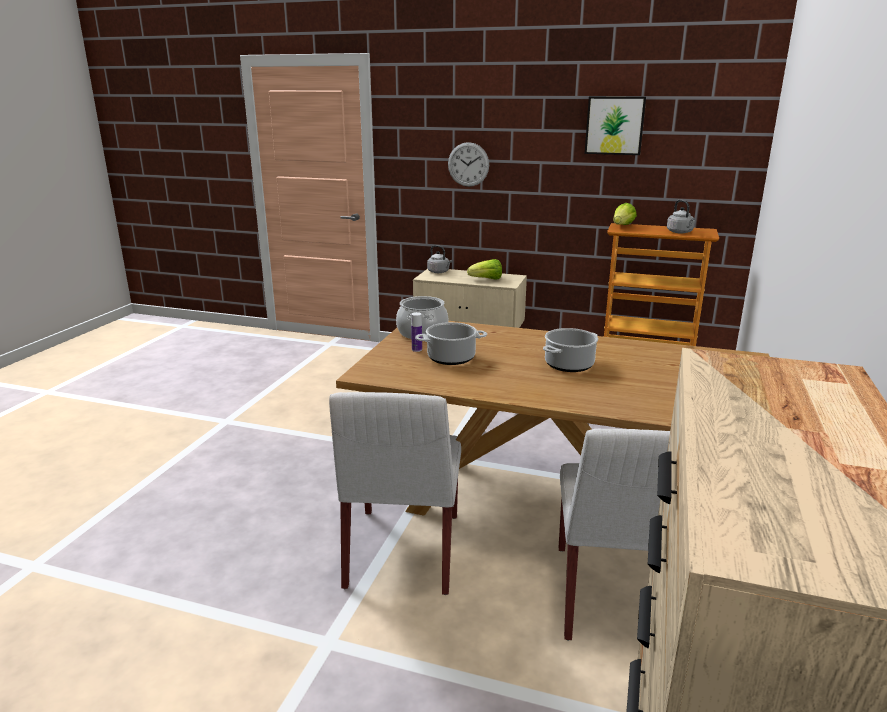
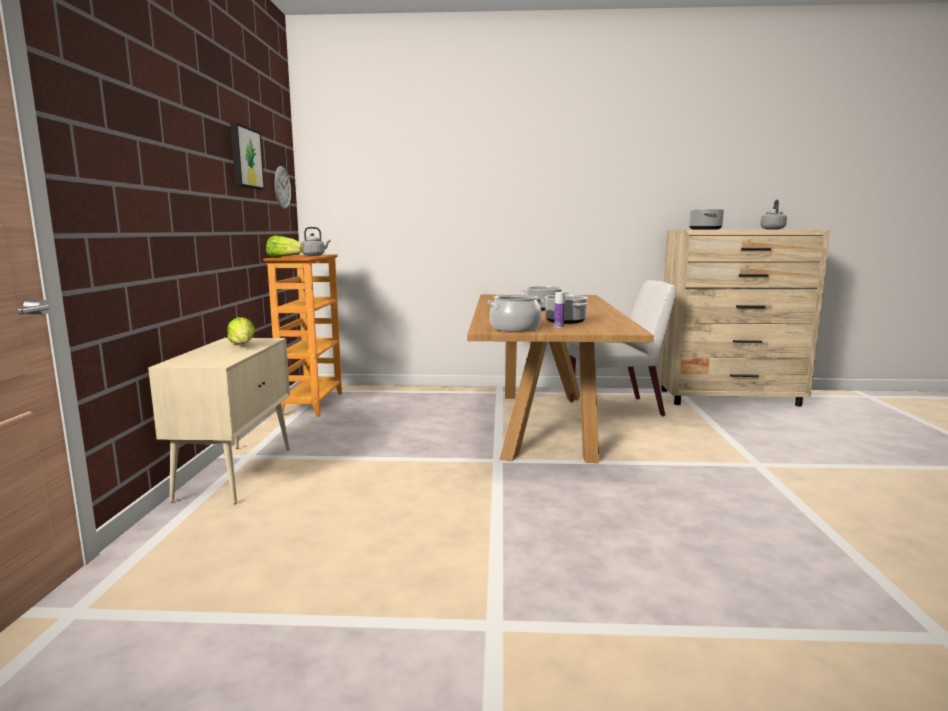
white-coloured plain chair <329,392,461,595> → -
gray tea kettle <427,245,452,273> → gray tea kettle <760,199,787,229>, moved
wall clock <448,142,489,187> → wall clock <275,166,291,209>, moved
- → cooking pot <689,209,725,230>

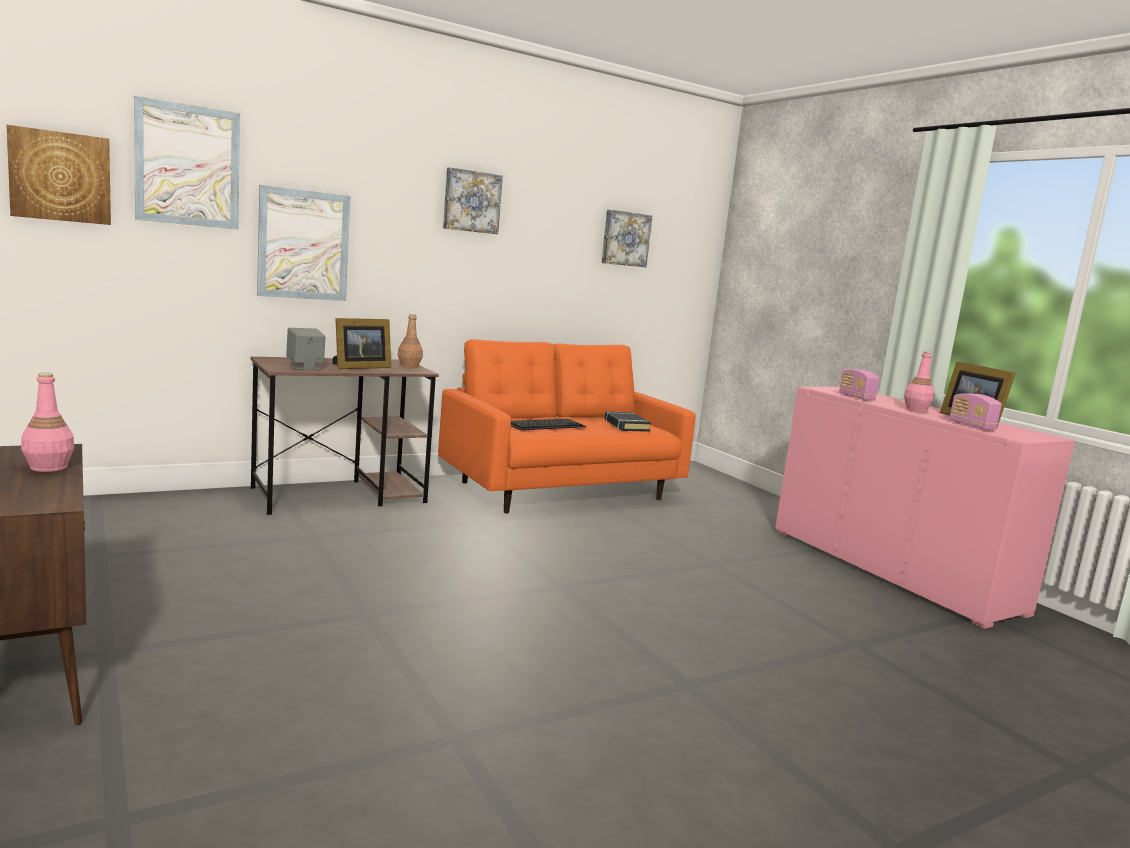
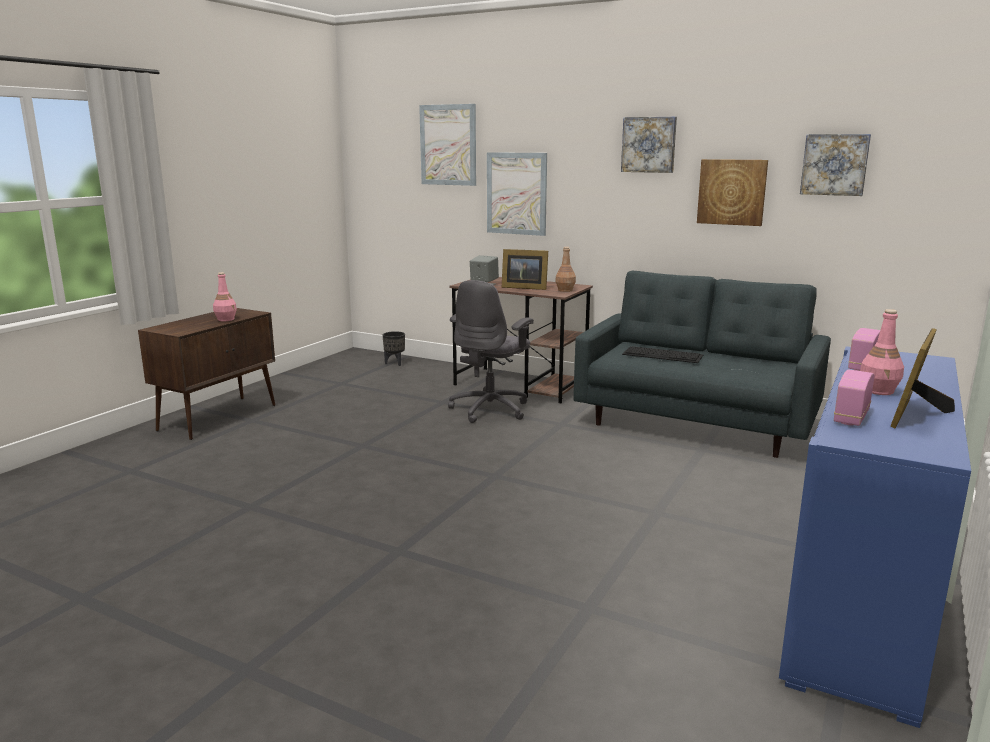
wall picture <7,125,111,225> → wall picture <697,159,768,226>, moved
orange couch <438,339,696,513> → gray couch <574,271,831,458>
blackish bound book <605,411,651,432> → -
pink storage cabinet <775,387,1075,629> → bluish storage cabinet <779,346,971,728>
- → blackish plant pot <383,331,405,366>
- → gray computer chair <448,280,534,423>

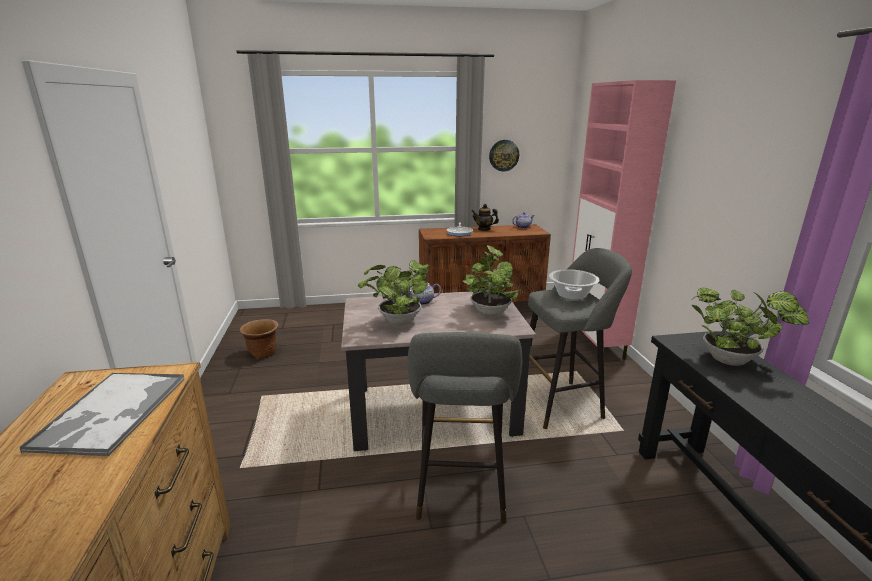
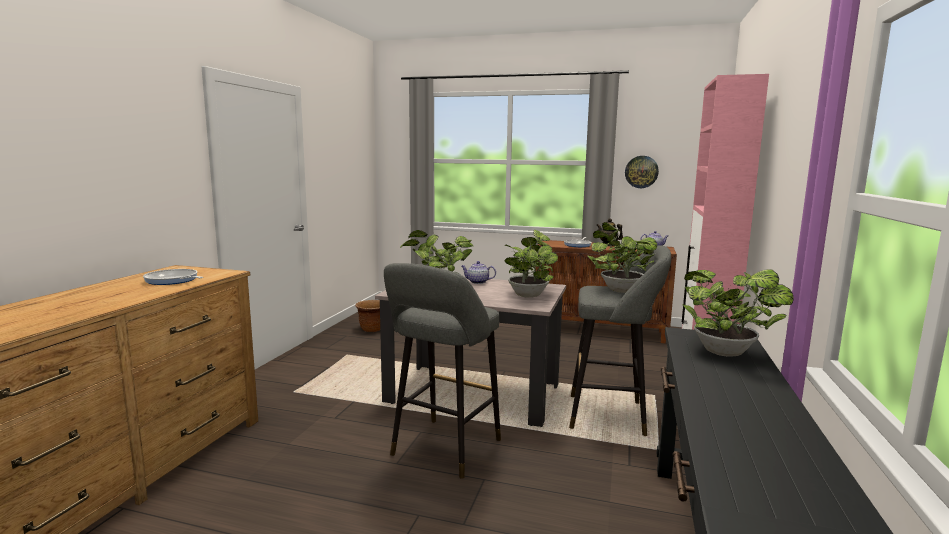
tray <19,373,185,456> → skillet <143,269,203,285>
cooking pot <549,269,599,300> → houseplant <587,222,657,293>

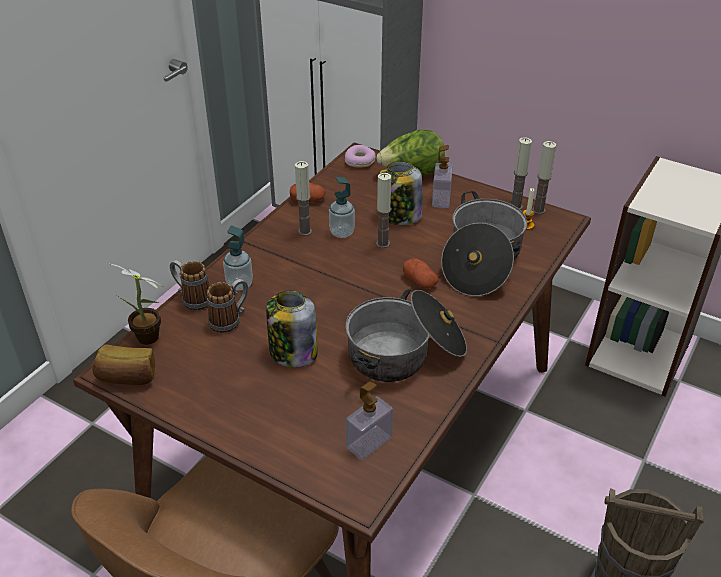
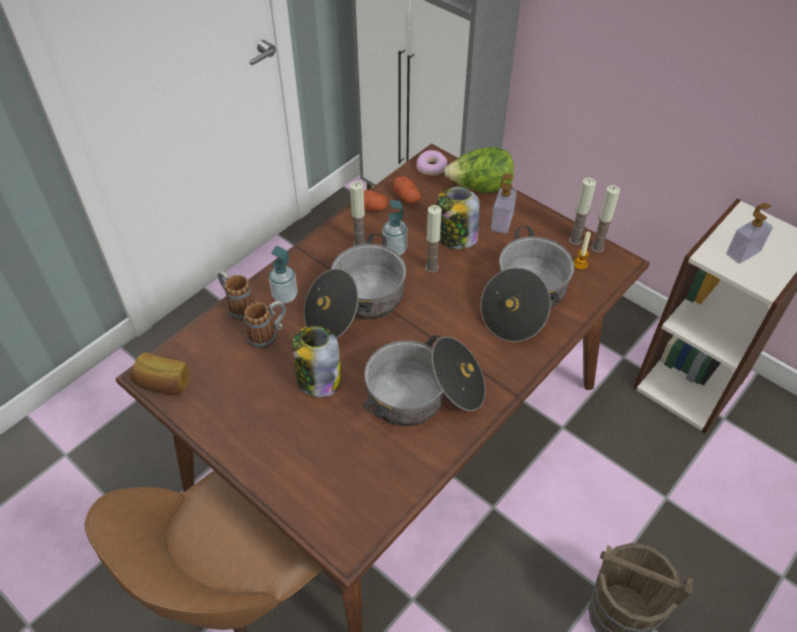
houseplant <107,263,162,345> → -
liquid soap bottle <346,382,393,460> → liquid soap bottle <726,203,773,264>, moved
spud <403,258,438,288> → spud <393,176,420,204>, moved
- → cooking pot <304,233,406,338>

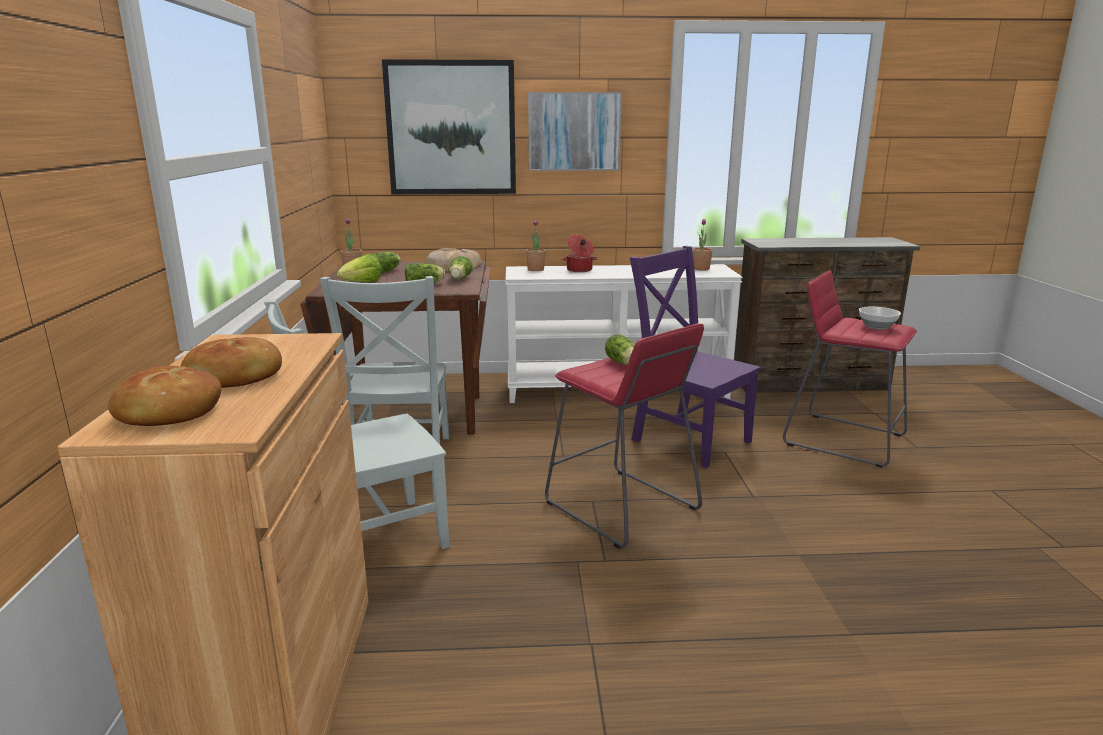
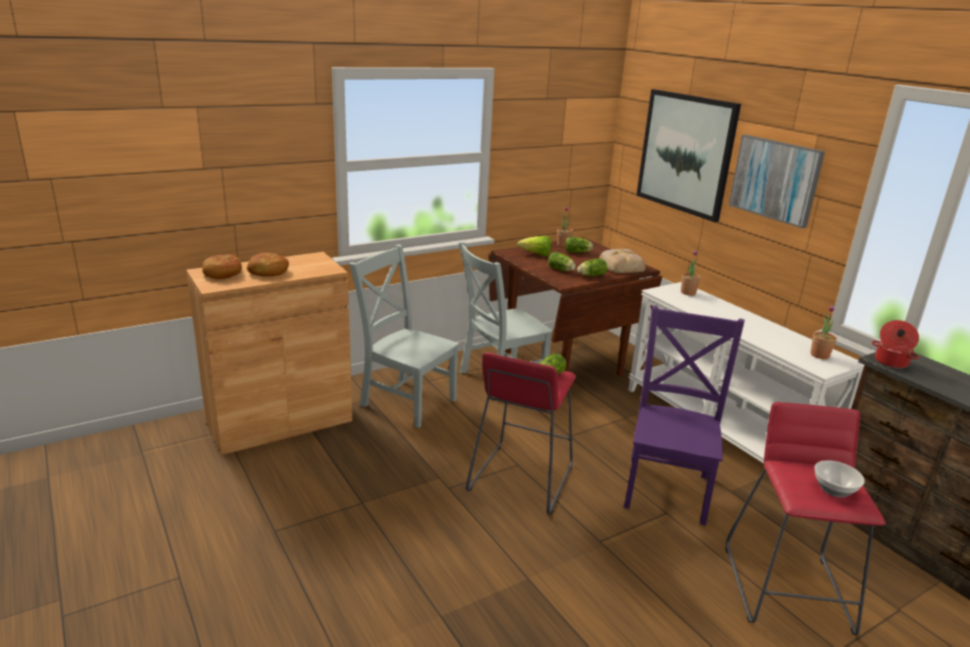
cooking pot <562,234,598,272> → cooking pot <872,320,919,369>, moved

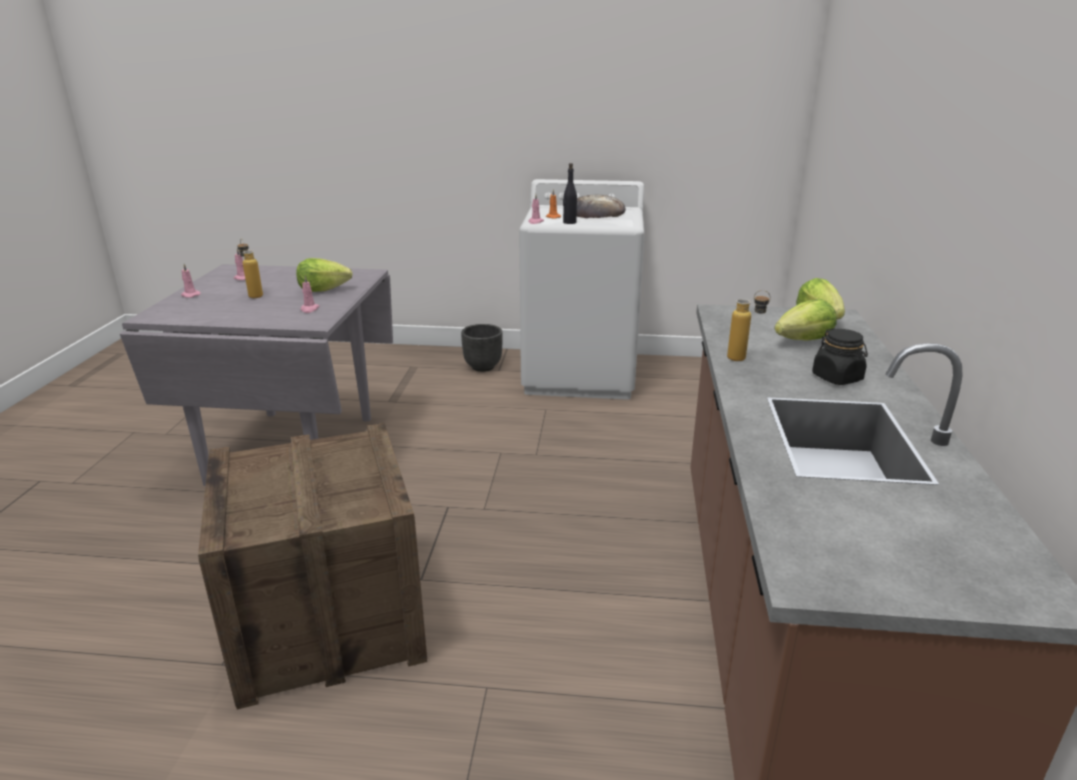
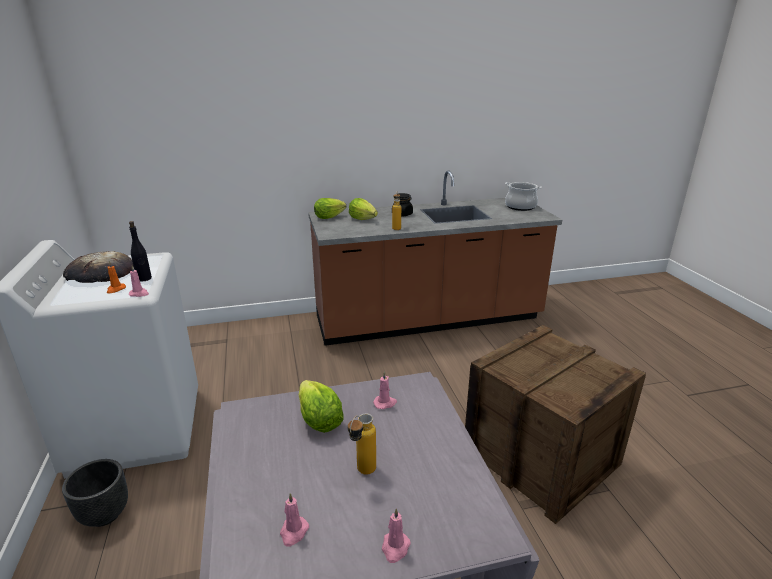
- → cooking pot <505,182,542,211>

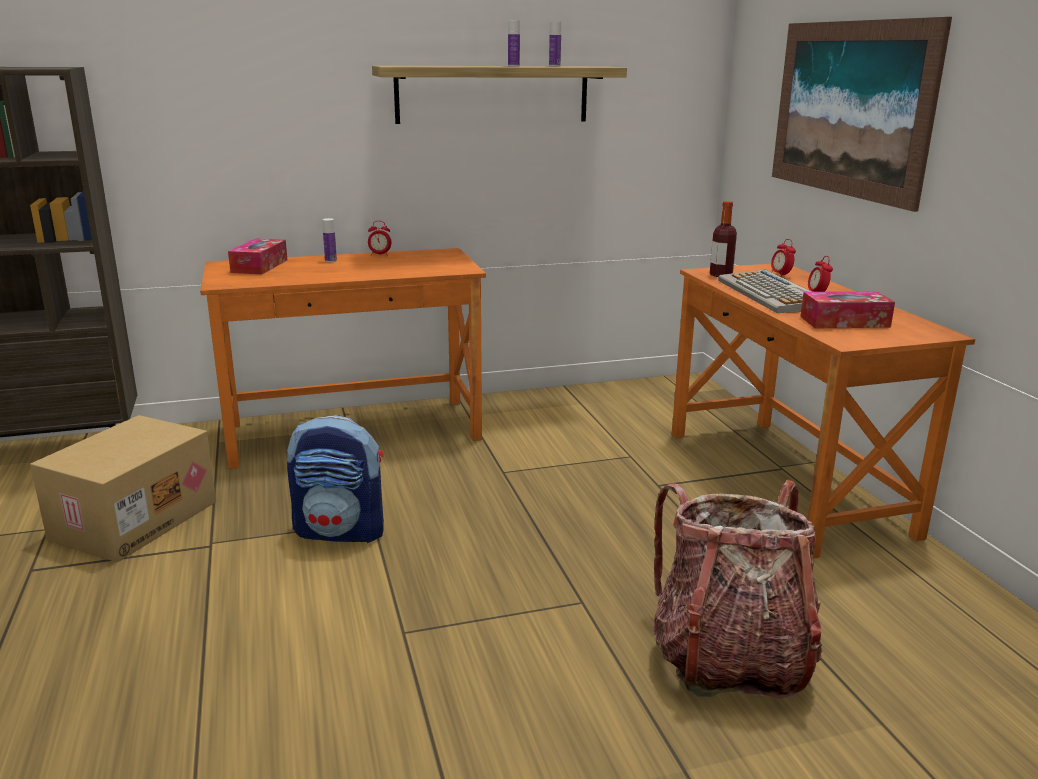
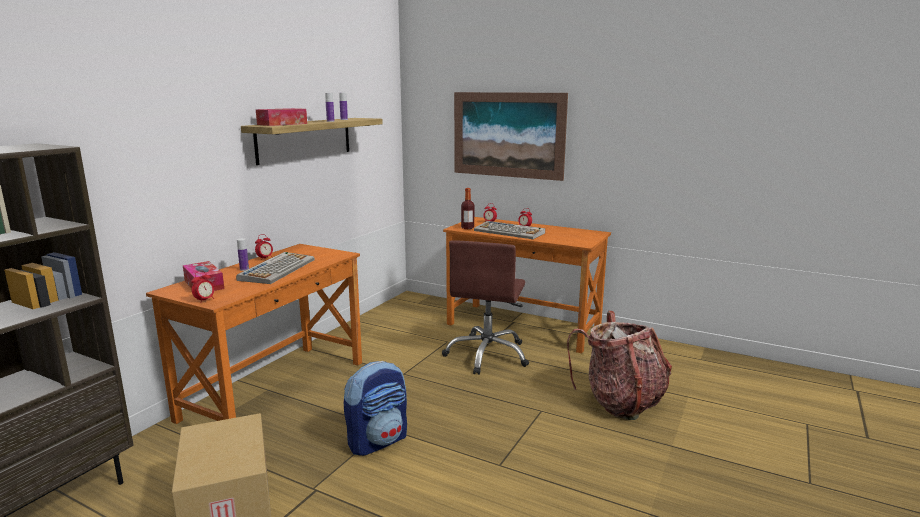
tissue holder <800,291,895,328> → tissue holder <256,108,307,126>, moved
- → bedside clock <191,271,215,302>
- → PC keyboard <236,252,314,284>
- → brown-coloured computer chair <442,240,529,375>

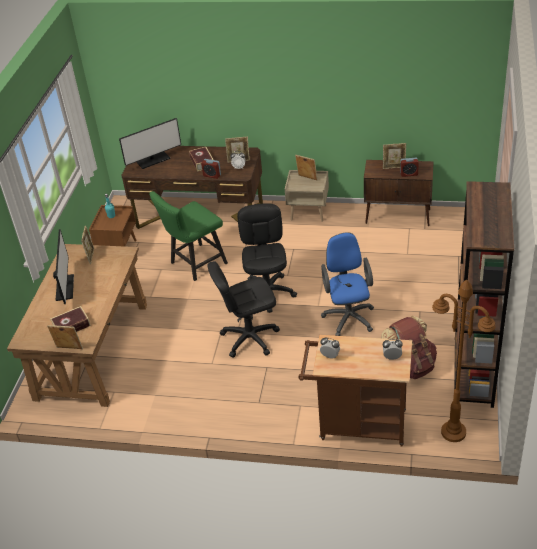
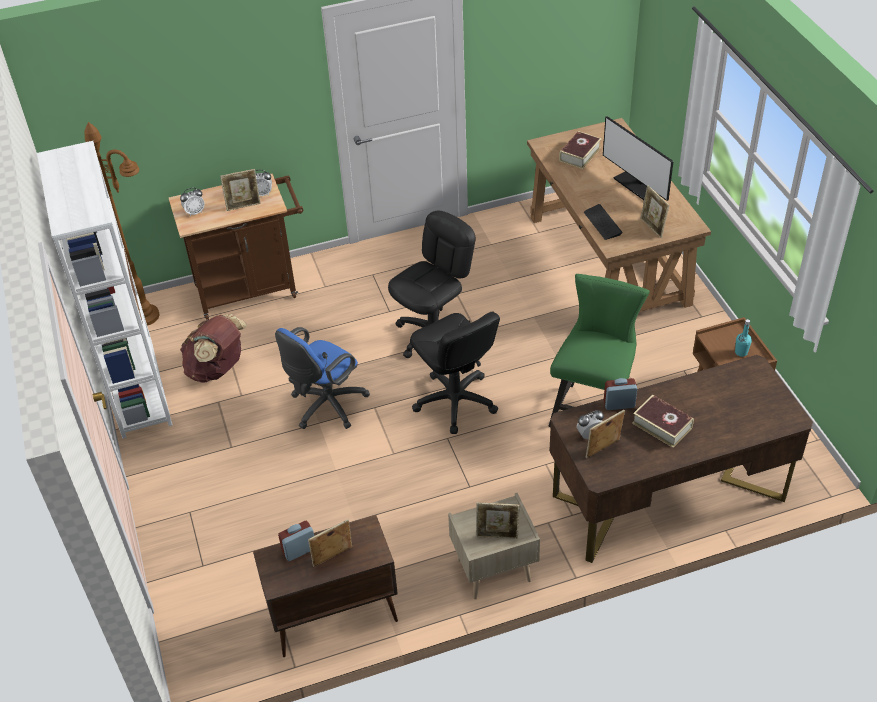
picture frame <47,325,83,349> → picture frame <220,169,261,211>, moved
computer display <119,118,181,169> → -
bluish computer chair <321,232,374,336> → bluish computer chair <275,327,370,429>, 75 degrees clockwise
brown-coloured shelving unit <454,181,514,408> → white-coloured shelving unit <37,141,173,439>
- → PC keyboard <584,204,623,240>

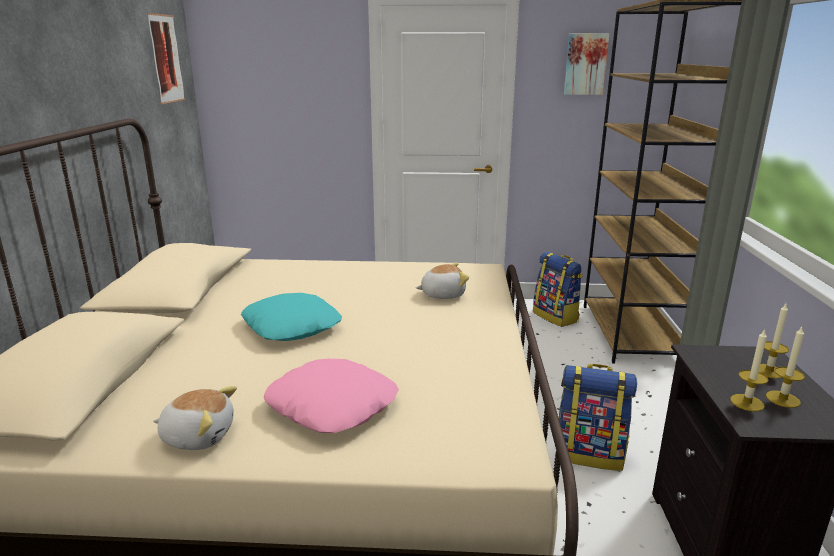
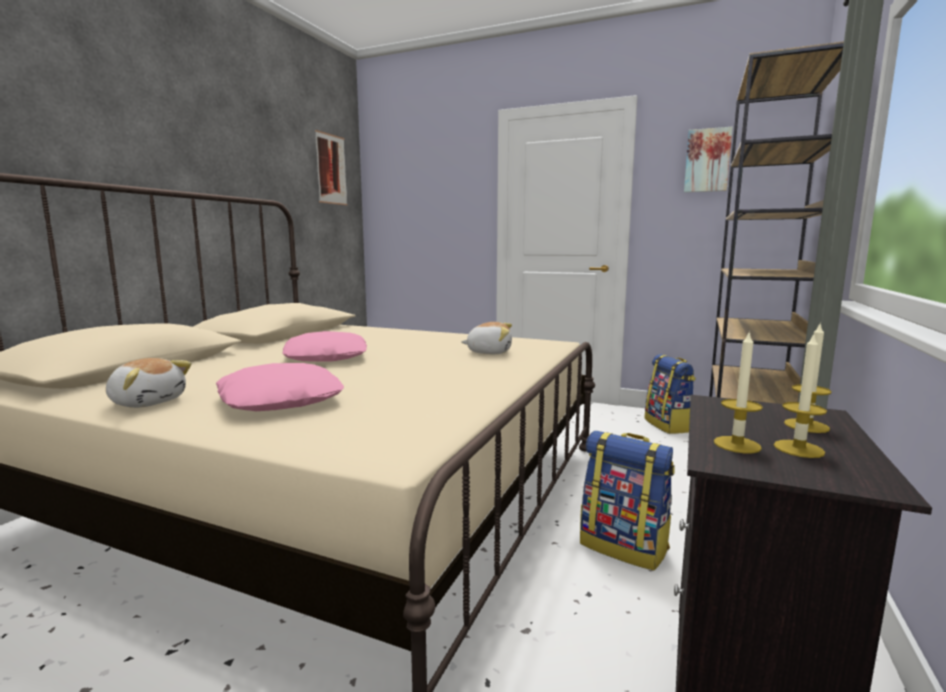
turquoise-coloured cushion <241,293,342,341> → pink cushion <282,331,367,362>

